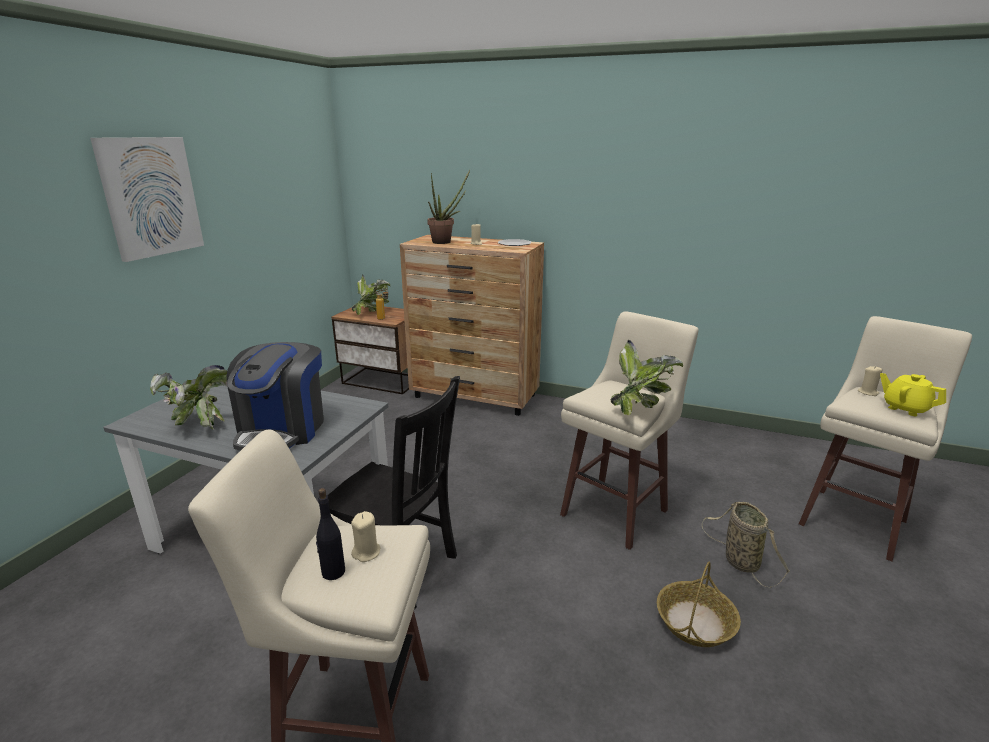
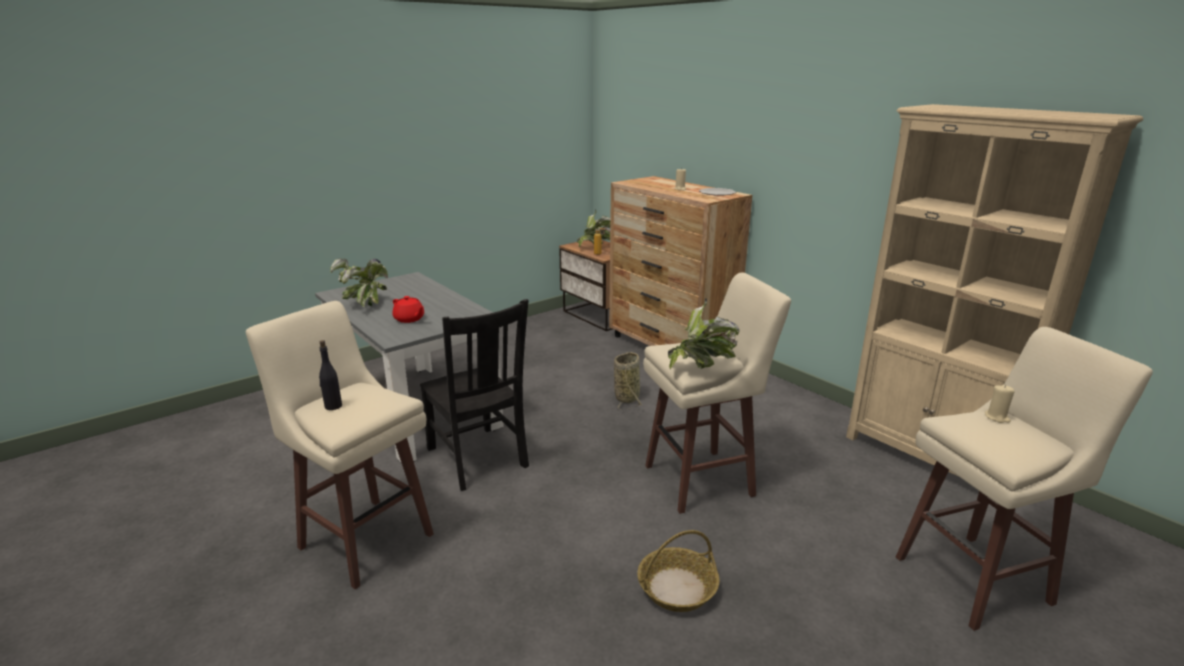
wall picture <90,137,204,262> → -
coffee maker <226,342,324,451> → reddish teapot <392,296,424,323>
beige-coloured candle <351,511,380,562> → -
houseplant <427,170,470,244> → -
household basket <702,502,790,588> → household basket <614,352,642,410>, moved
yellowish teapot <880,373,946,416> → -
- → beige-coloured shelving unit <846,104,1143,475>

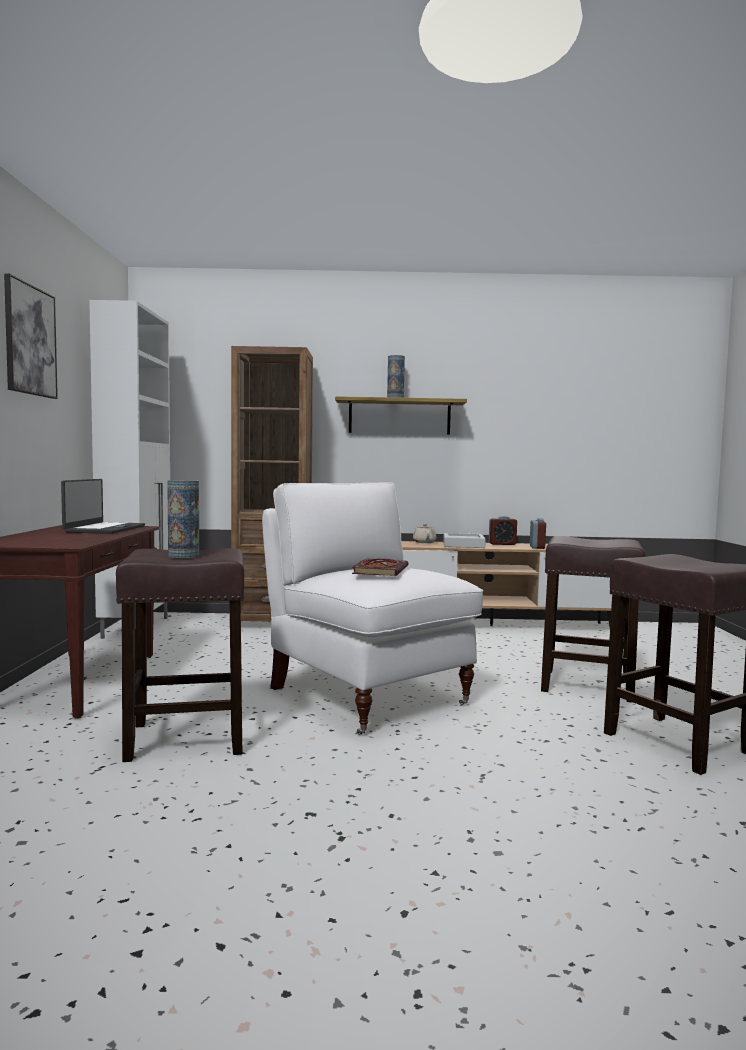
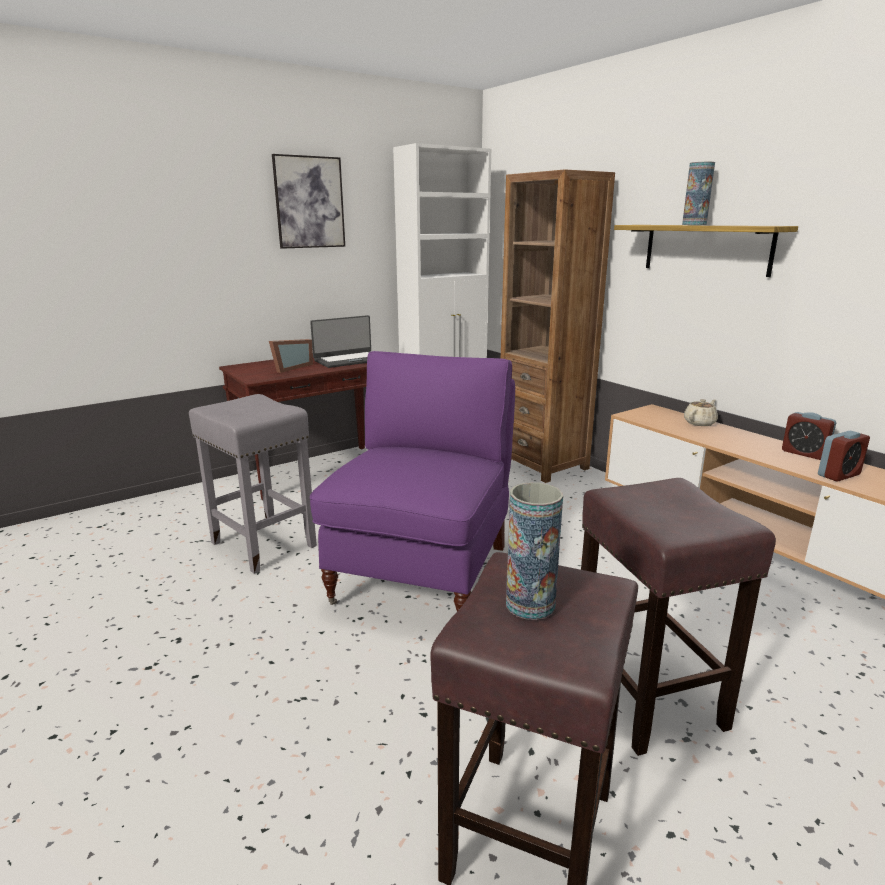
brown-coloured stool seat <116,548,244,762> → gray stool seat <189,394,317,574>
flower vase <167,480,199,558> → flower vase <506,482,563,620>, moved
white-coloured easy chair <262,482,483,735> → purplish easy chair <310,351,515,611>
bound book <352,558,408,576> → -
gray tray <443,533,486,548> → -
- → picture frame <269,339,313,373>

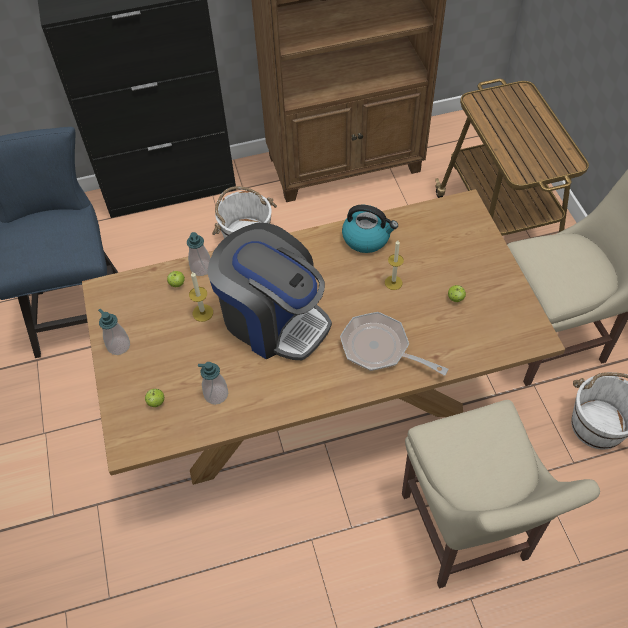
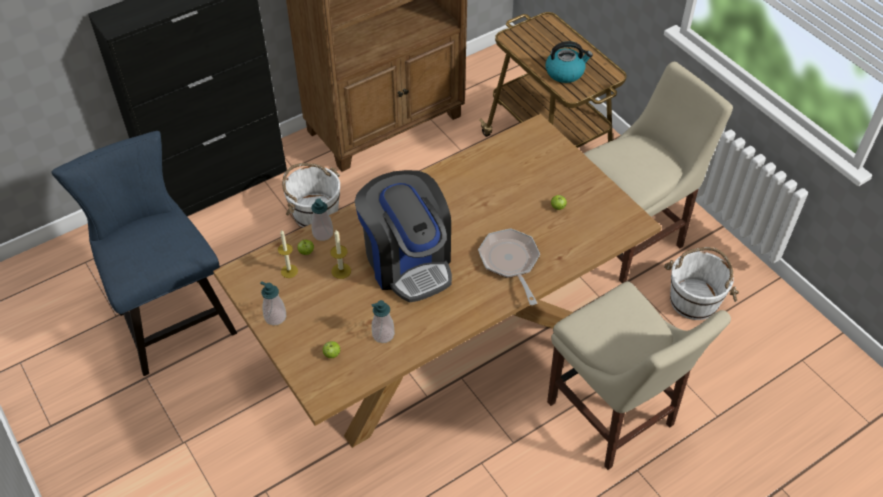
coffee maker <207,223,332,360> → coffee maker <355,170,452,303>, 45 degrees clockwise
skillet <340,312,449,376> → skillet <478,228,540,305>, 60 degrees clockwise
tea kettle <342,205,398,253> → tea kettle <546,41,593,83>, moved
candle <385,240,404,290> → candle <278,230,298,278>, moved

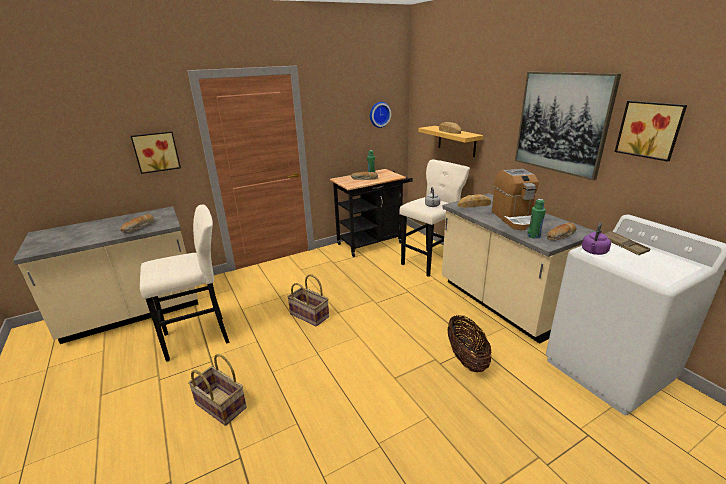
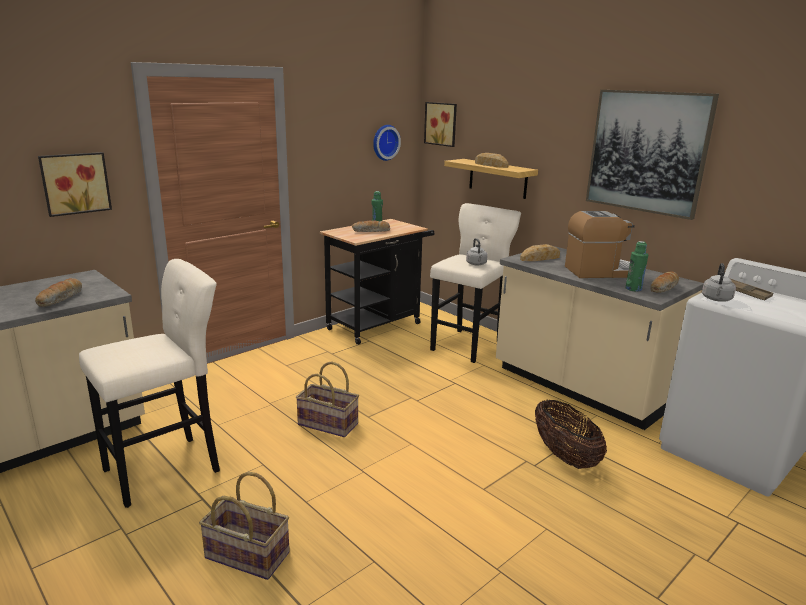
coffee maker <492,169,539,230> → coffee maker <565,211,635,278>, 75 degrees counterclockwise
purplish tea kettle <582,223,611,255> → gray tea kettle <702,263,736,302>
wall picture <615,101,687,162> → wall picture <424,102,457,147>, moved

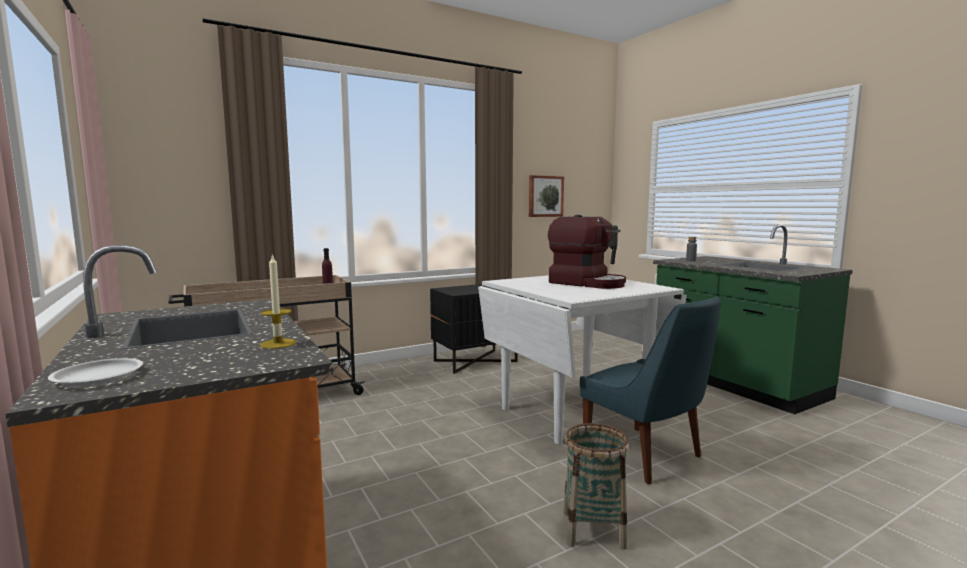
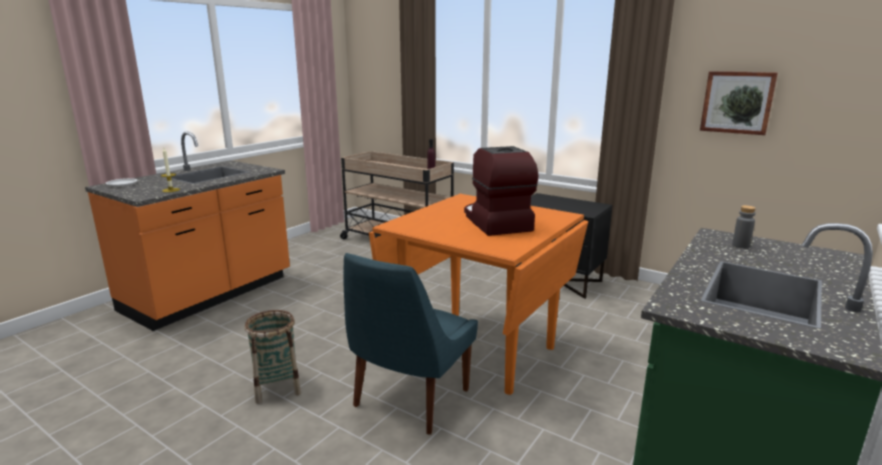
white-coloured dinner table <478,275,687,444> → orange dinner table <369,194,588,395>
coffee maker <548,215,626,289> → coffee maker <464,146,538,236>, 150 degrees clockwise

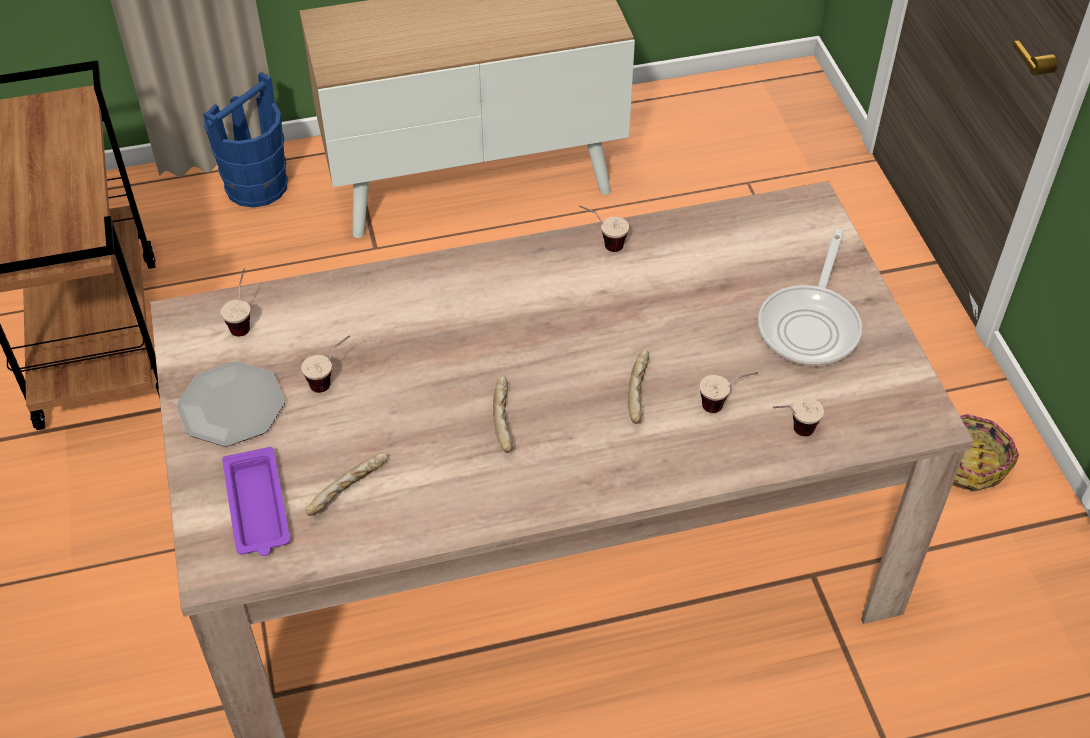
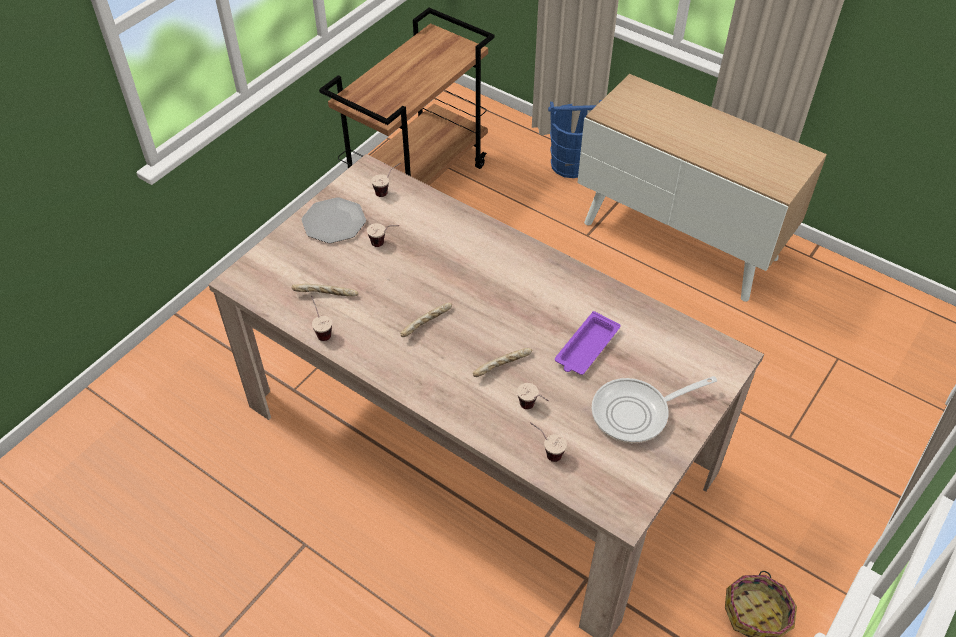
purplish tray <222,447,290,556> → purplish tray <555,311,621,375>, moved
cup <579,206,629,252> → cup <311,296,332,341>, moved

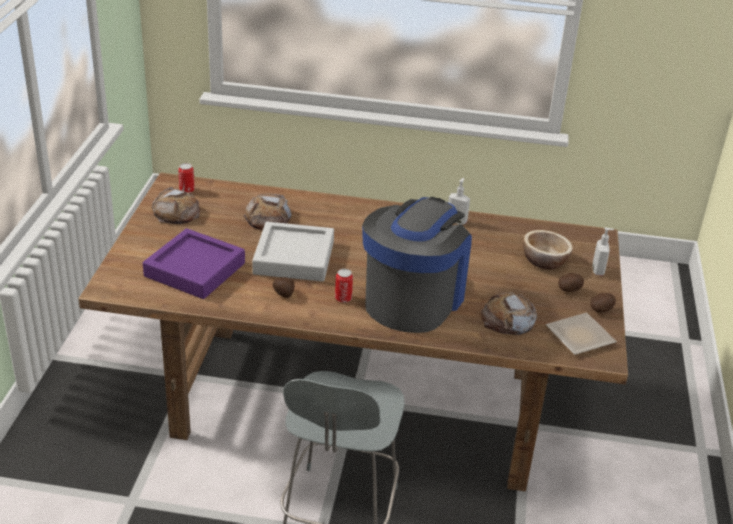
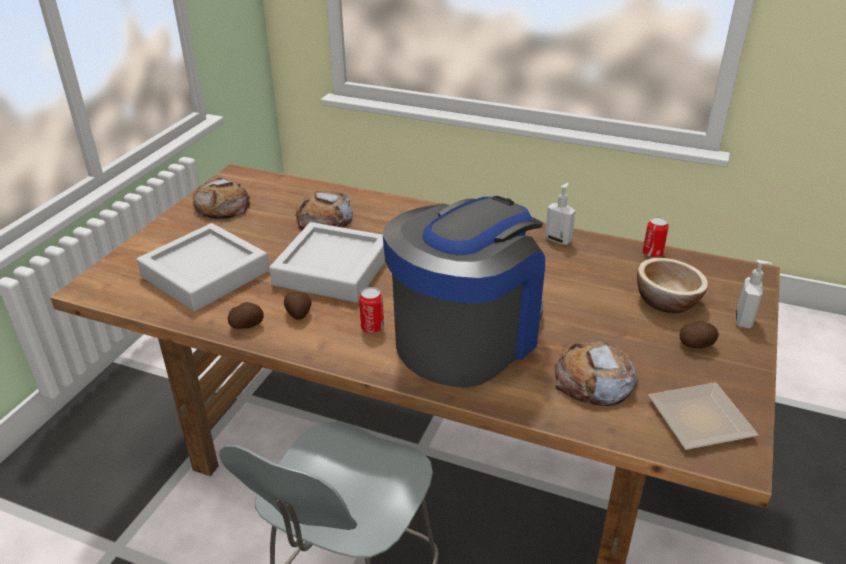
purplish tray <143,228,245,299> → gray tray <137,223,269,311>
sealed can <178,163,195,193> → sealed can <643,217,669,258>, moved
spud <590,293,616,313> → spud <228,302,264,329>, moved

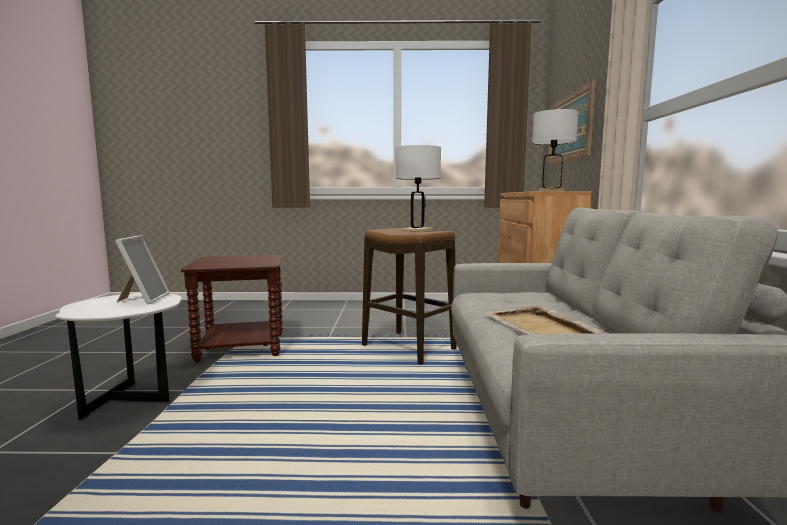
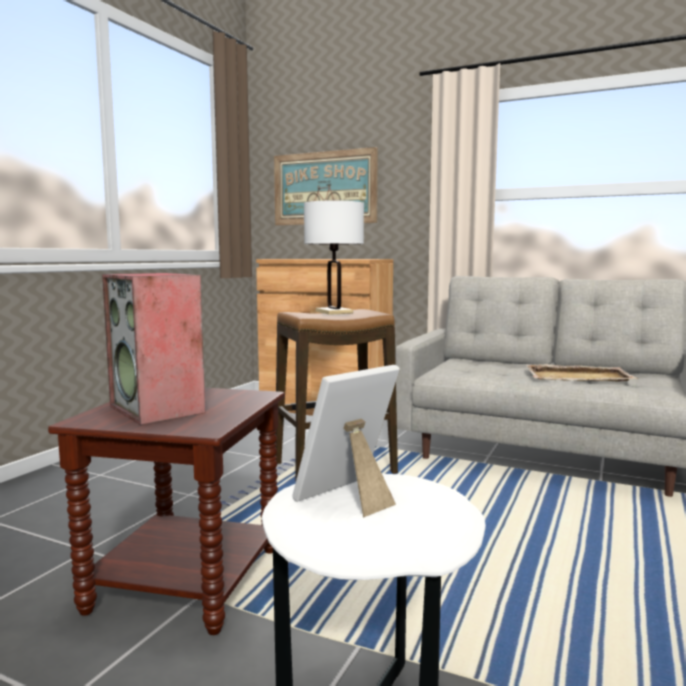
picture frame <115,235,170,304> → picture frame <292,365,400,518>, 60 degrees counterclockwise
white-coloured lamp for a table <532,109,578,192> → -
- → loudspeaker <102,273,206,425>

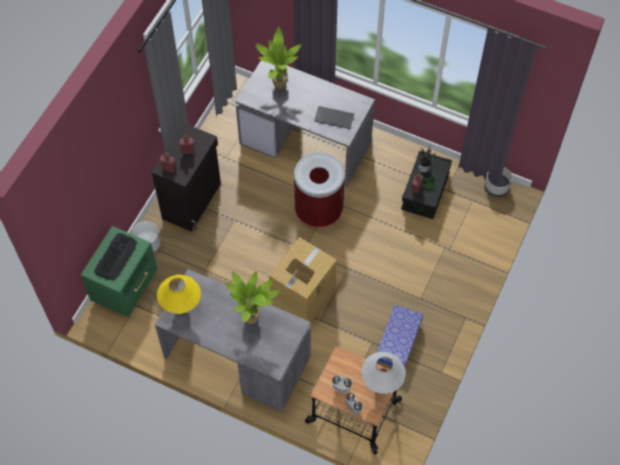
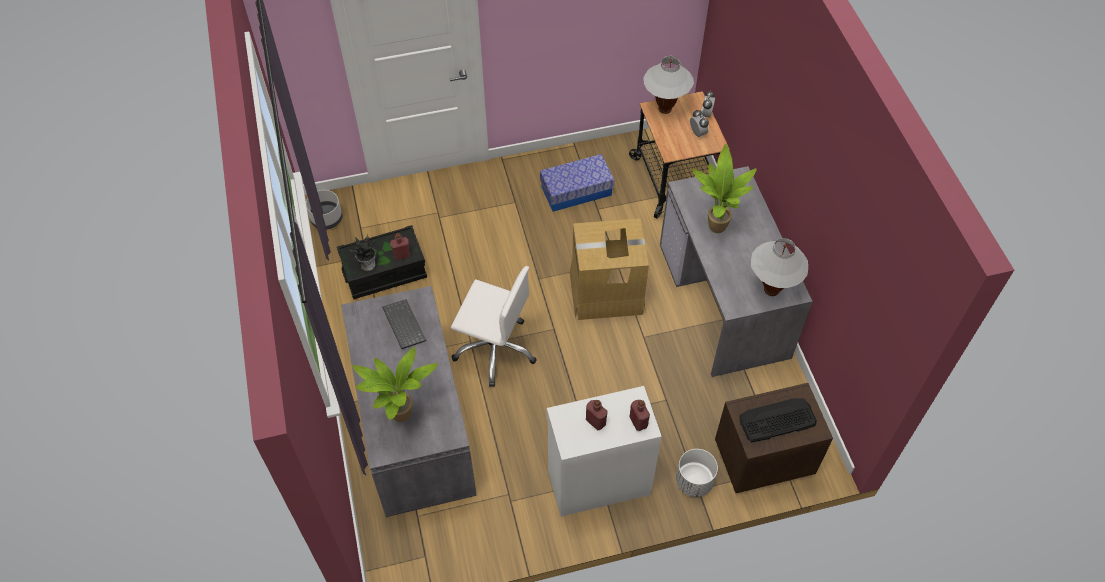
greenish bedside table <81,226,157,317> → brown-coloured bedside table <715,383,833,493>
blackish storage cabinet <152,123,221,231> → white-coloured storage cabinet <547,386,662,517>
yellowish lamp for a table <157,274,201,314> → white-coloured lamp for a table <751,238,808,296>
trash can <294,152,345,228> → white-coloured computer chair <451,266,537,387>

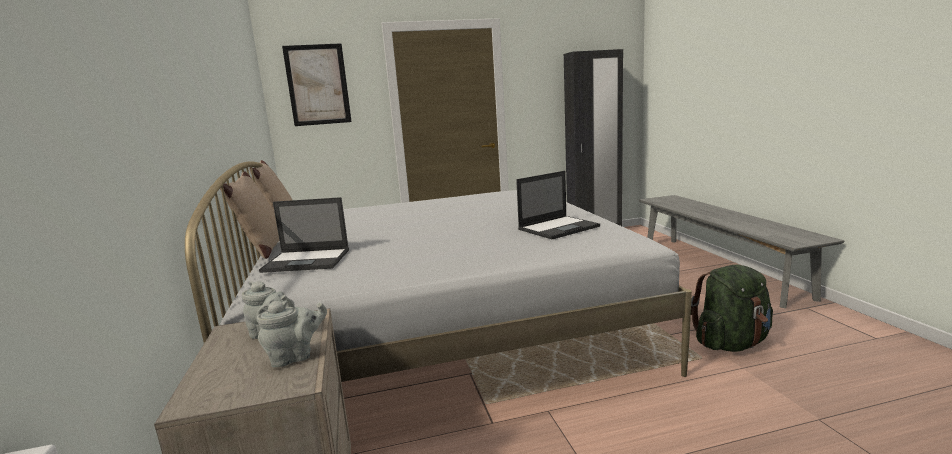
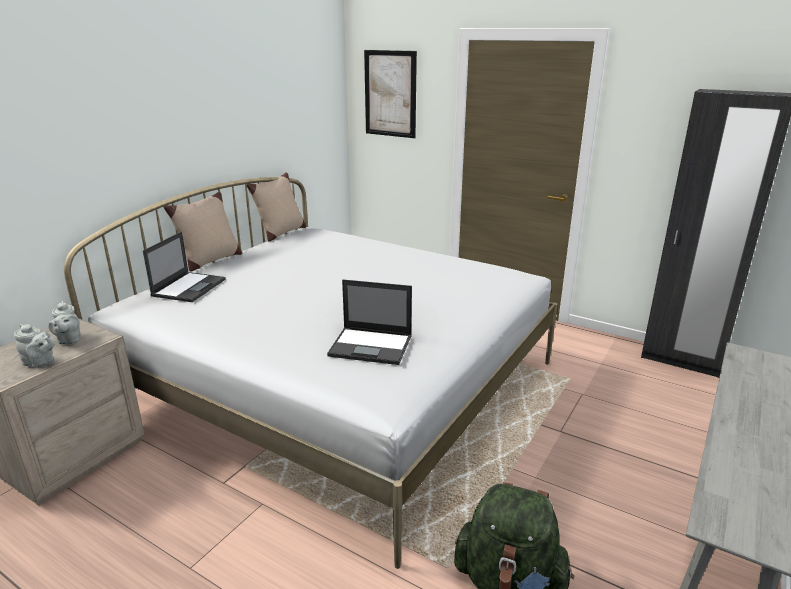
portable computer <259,197,349,273> → portable computer <143,232,226,302>, 120 degrees counterclockwise

